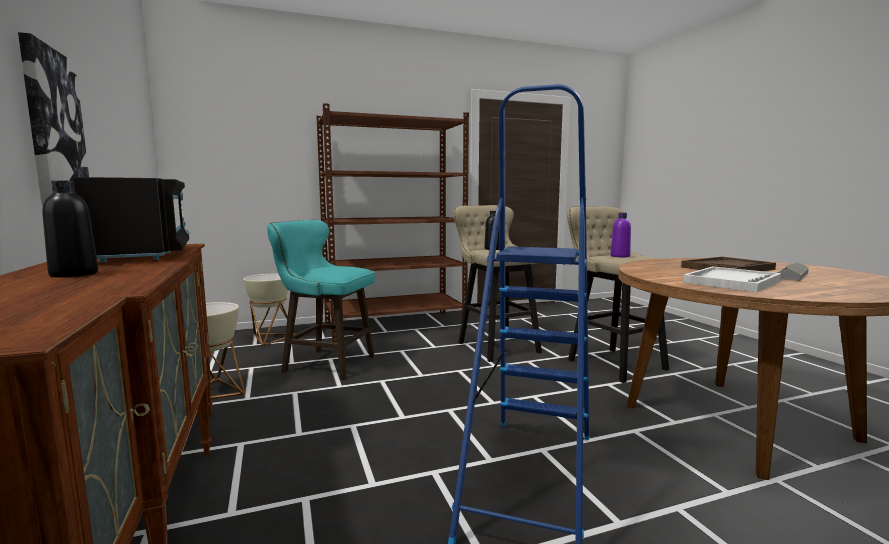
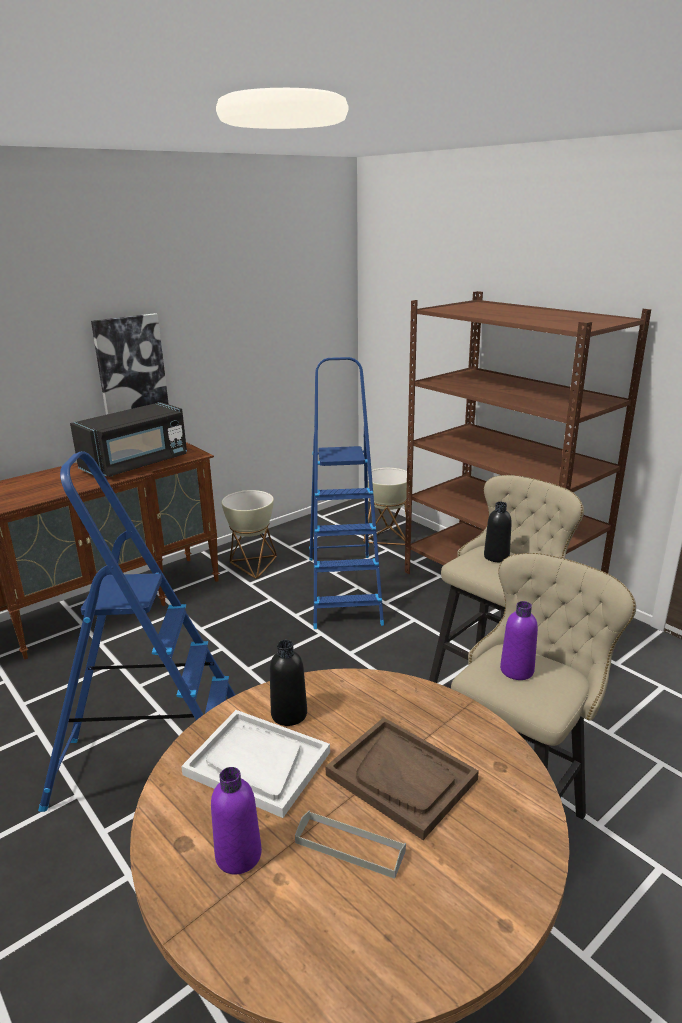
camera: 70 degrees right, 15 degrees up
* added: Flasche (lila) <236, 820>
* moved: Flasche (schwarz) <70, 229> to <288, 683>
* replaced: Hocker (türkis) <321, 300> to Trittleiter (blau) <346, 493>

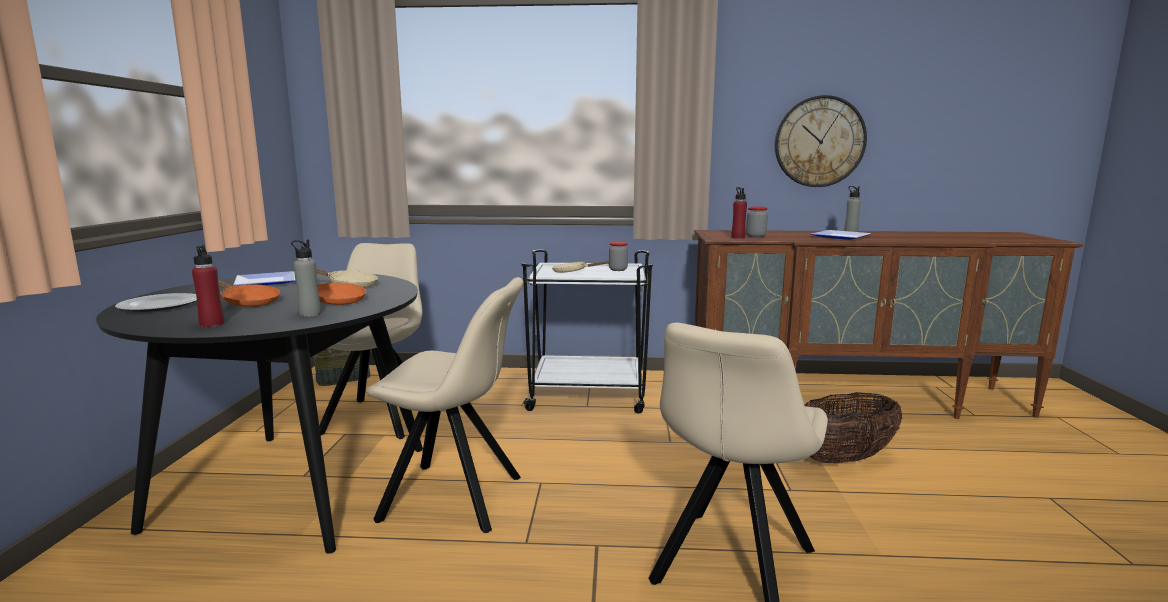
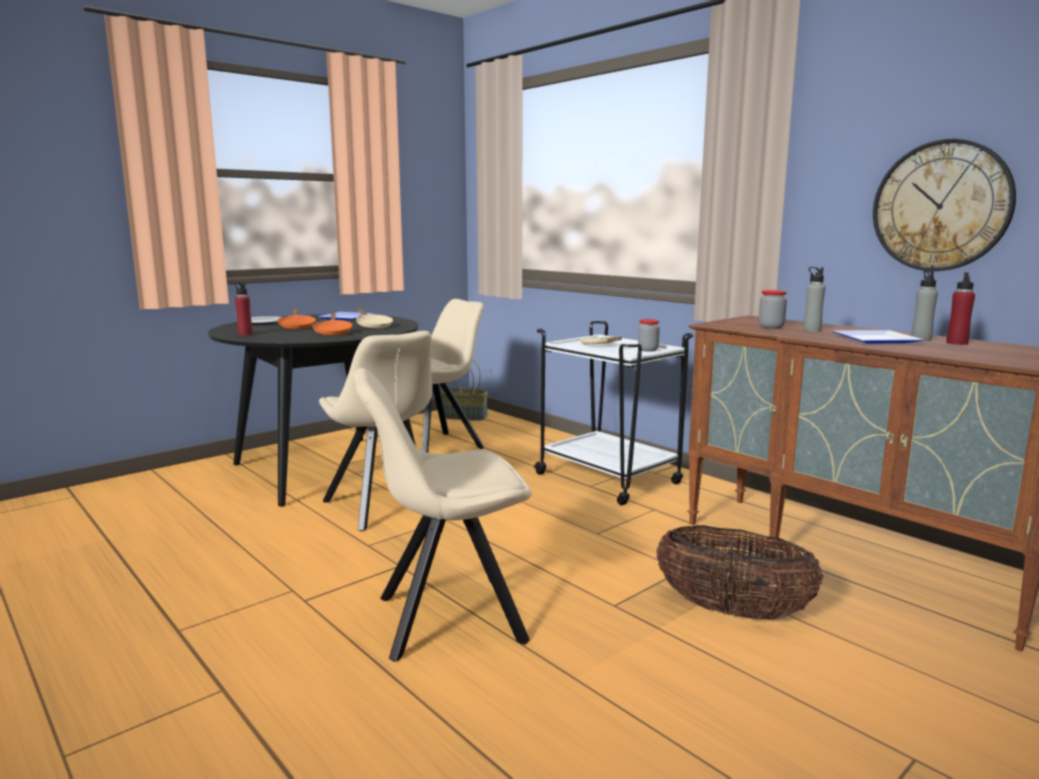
camera: 45 degrees right, 0 degrees up
* moved: Flasche (grau) <306, 278> to <814, 299>
* moved: Flasche (rot) <739, 213> to <960, 308>

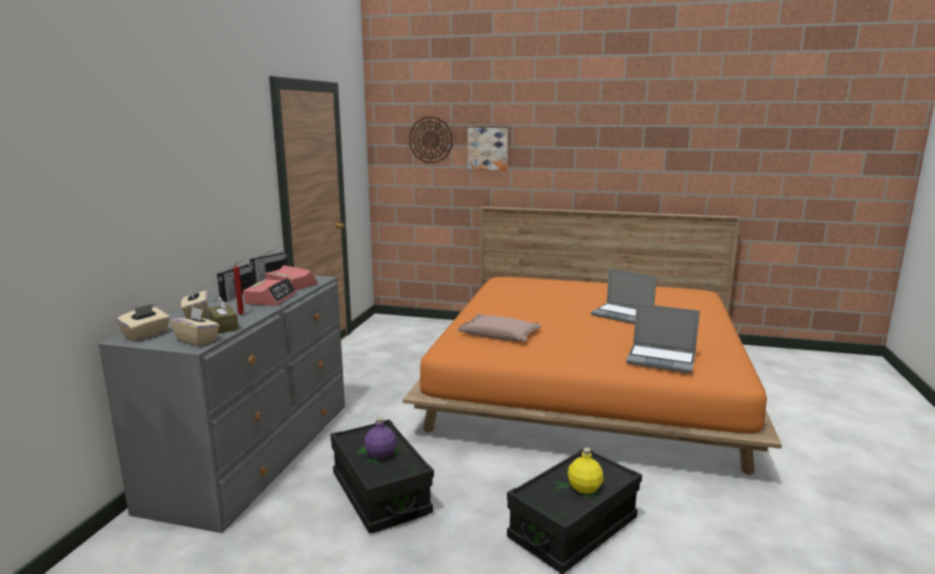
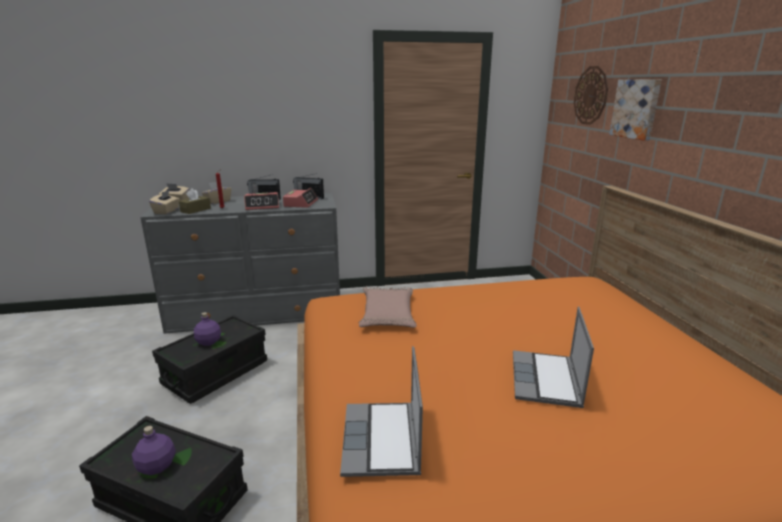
camera: 65 degrees right, 5 degrees up
* recoloured: Flasche (gelb) <585, 471> to Flasche (lila) <154, 450>

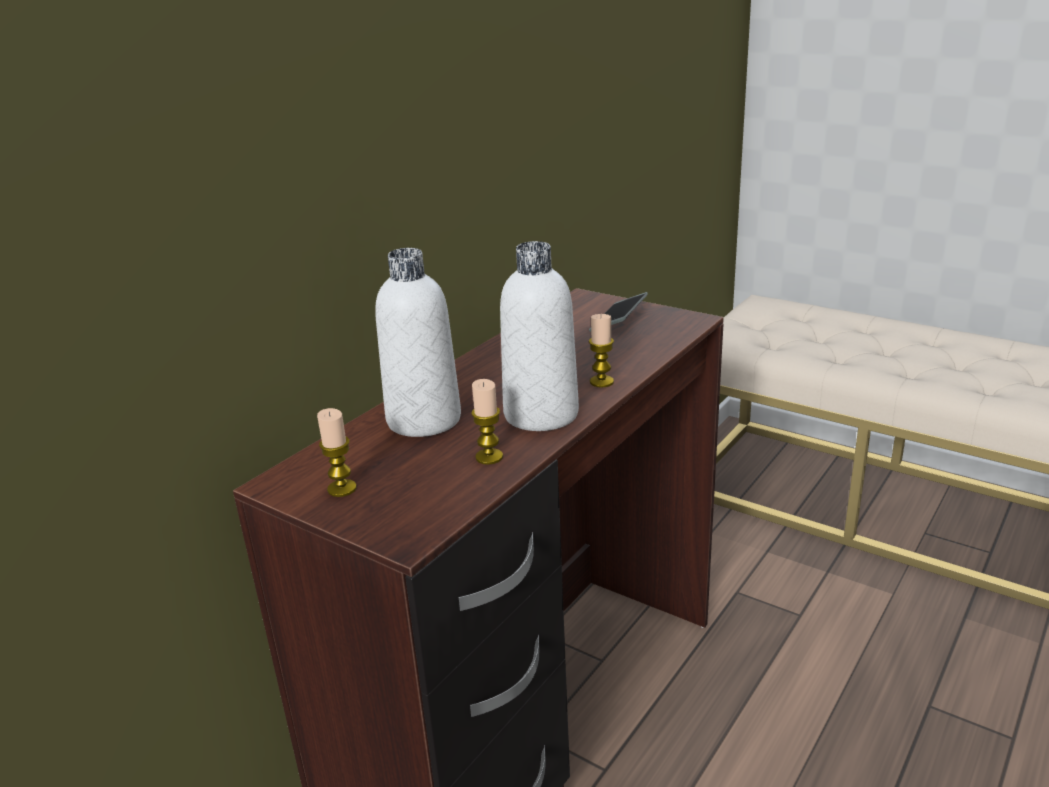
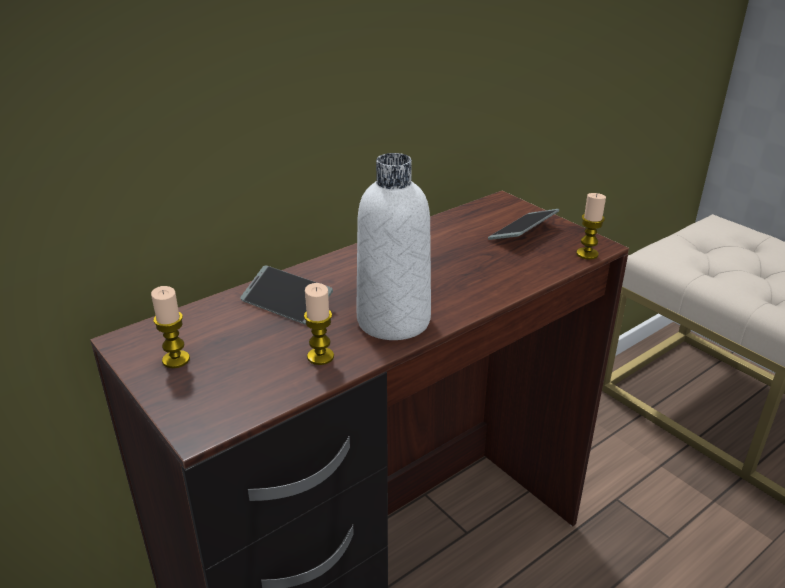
camera: 15 degrees right, 5 degrees up
* moved: Kerze <601, 351> to <591, 226>
* replaced: Flasche (weiß) <418, 342> to Handy <286, 295>

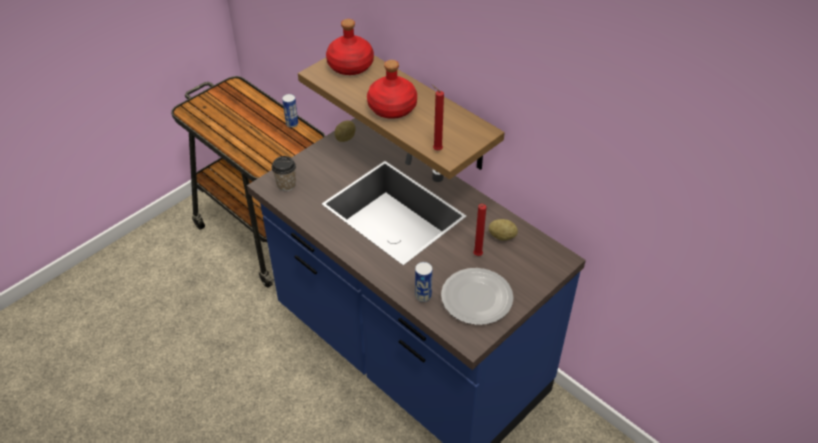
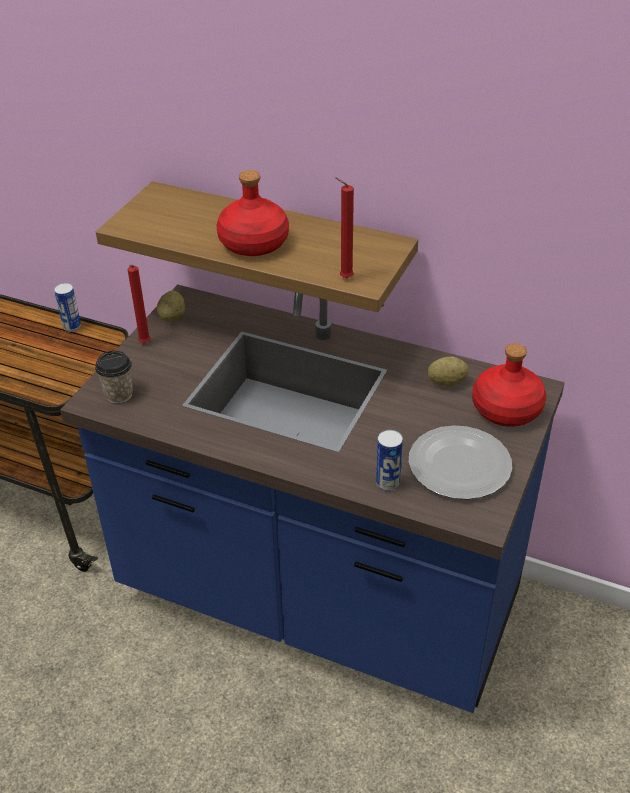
camera: 20 degrees left, 5 degrees down
* moved: Flasche (rot) <350, 47> to <509, 385>
* moved: Kerze (rot) <480, 230> to <139, 304>

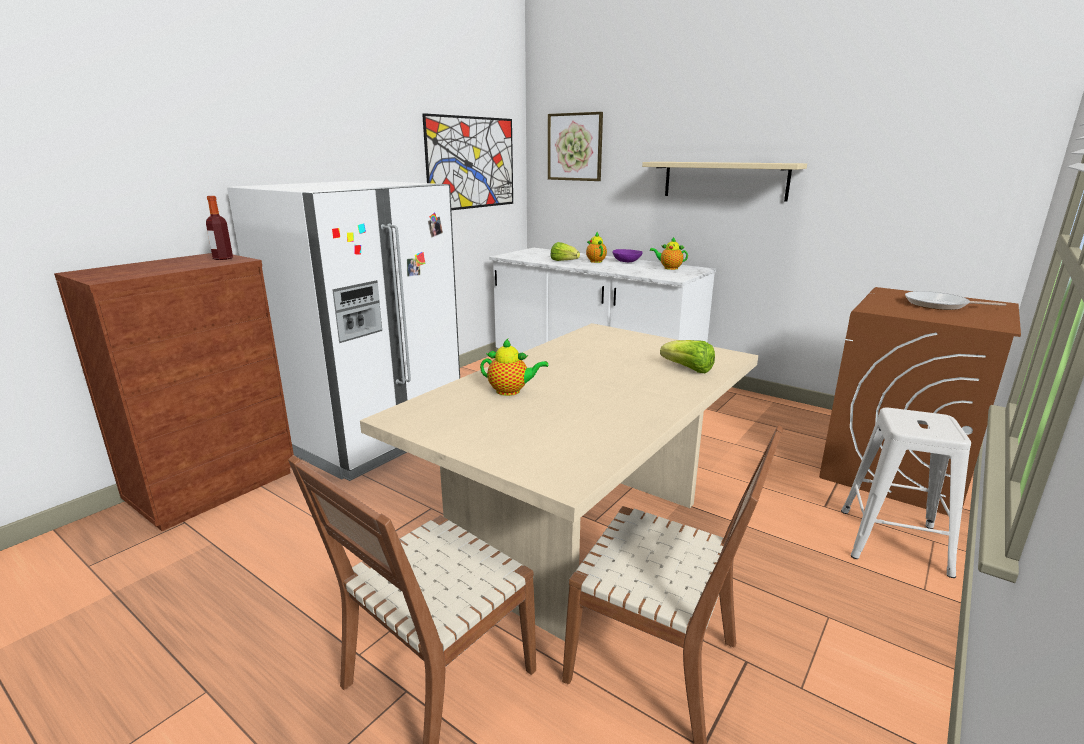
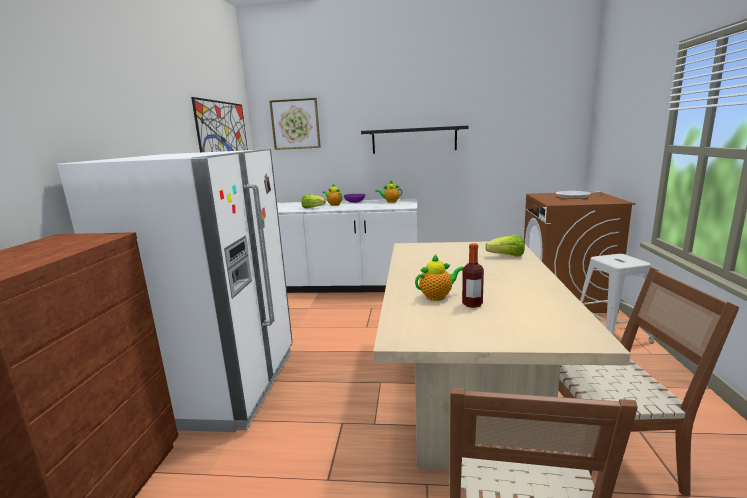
camera: 30 degrees left, 5 degrees down
* moved: Flasche <219, 228> to <473, 275>
* recoloured: Wandregal (beige) <724, 182> to Wandregal (schwarz) <414, 140>

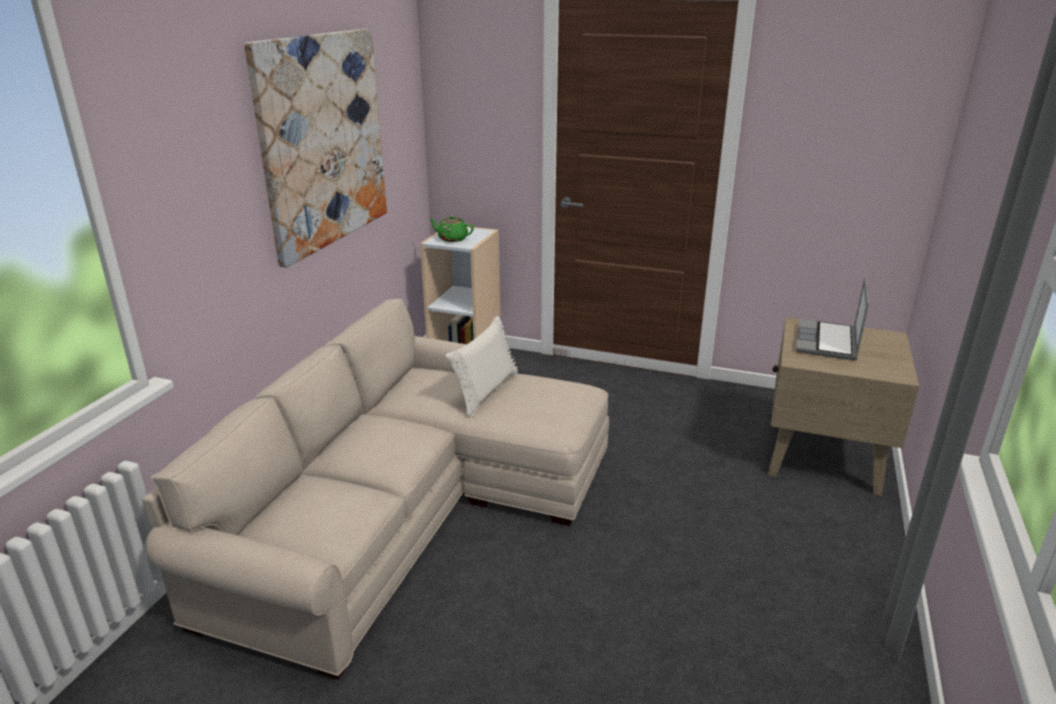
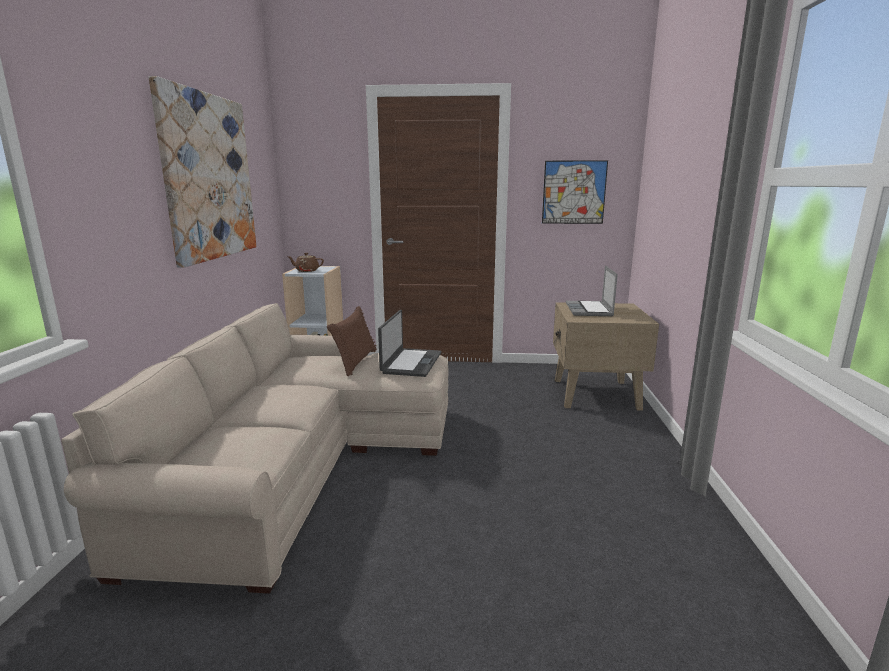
camera: 15 degrees left, 10 degrees down
* added: Laptop <410, 343>
* added: Bild <575, 192>
* recoloured: Teekanne (grün) <451, 229> to Teekanne (braun) <305, 262>
* recoloured: Kissen (weiß) <481, 366> to Kissen (braun) <352, 341>

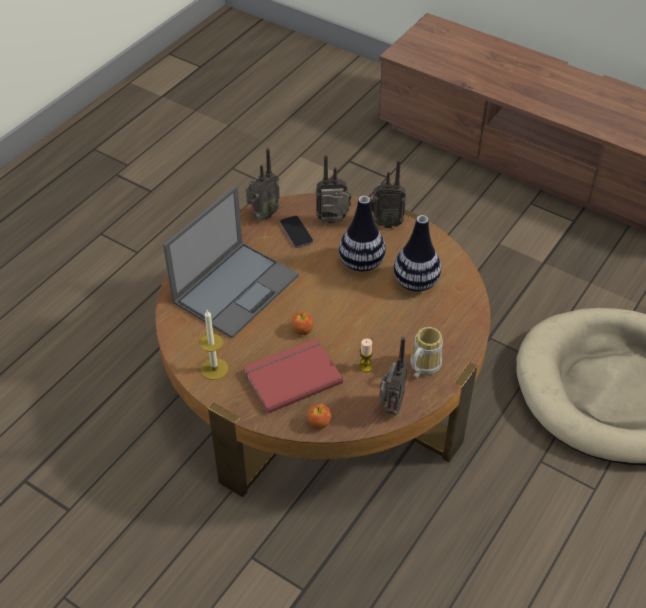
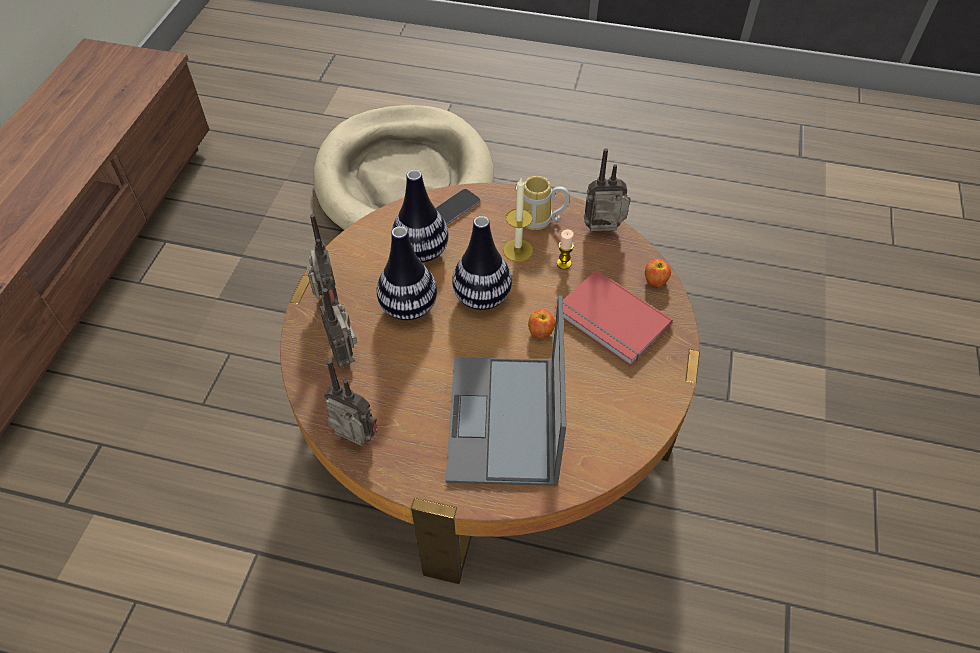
camera: 110 degrees left, 5 degrees up
* added: Vase <482, 263>
* moved: Kerze <213, 345> to <518, 220>
* moved: Handy <296, 231> to <458, 207>
* turned: Laptop <231, 261> = <506, 390> 105 degrees counterclockwise

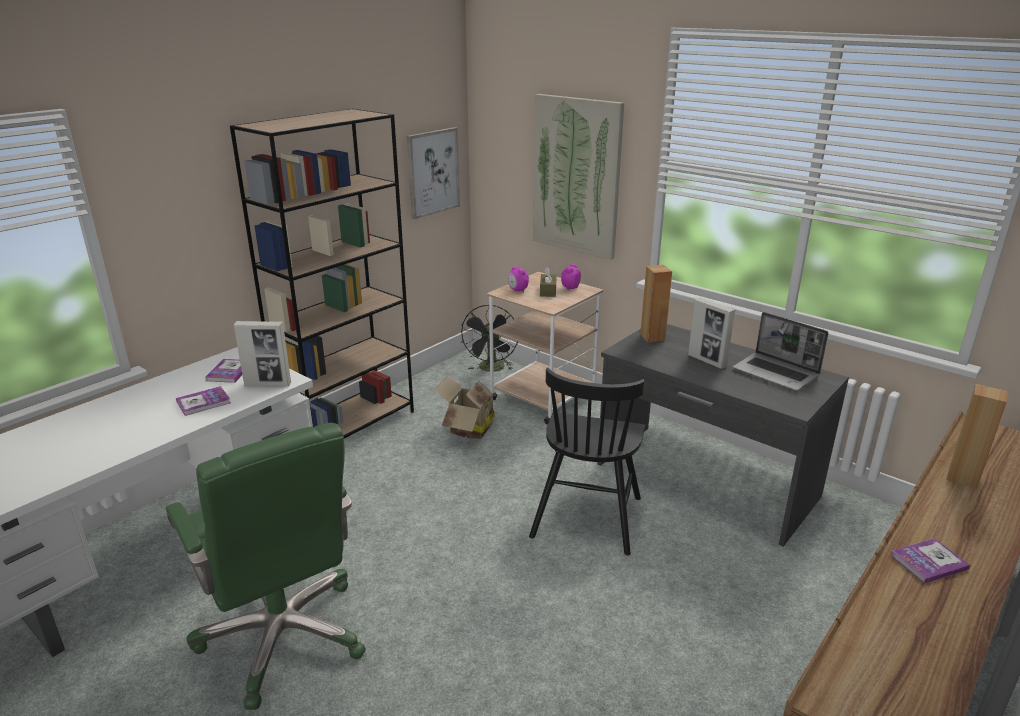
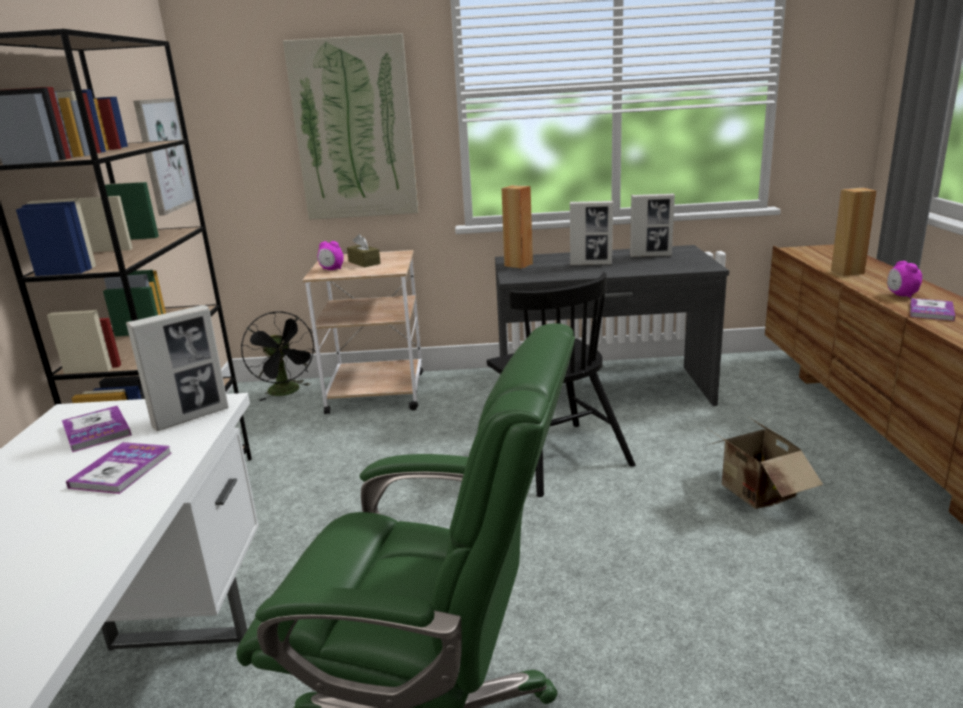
camera: 40 degrees left, 5 degrees down
* moved: Karton <466, 407> to <765, 463>
* moved: Wecker <571, 277> to <904, 279>
* replaced: Laptop <780, 351> to Bilderrahmen <652, 225>

